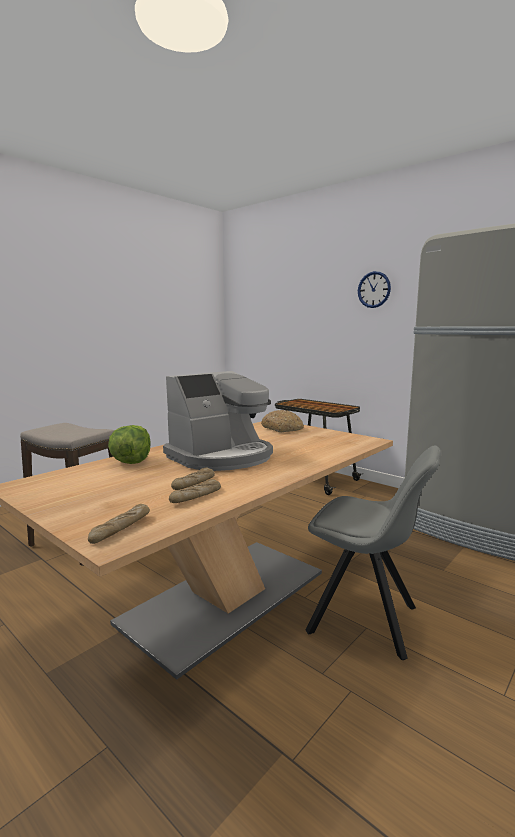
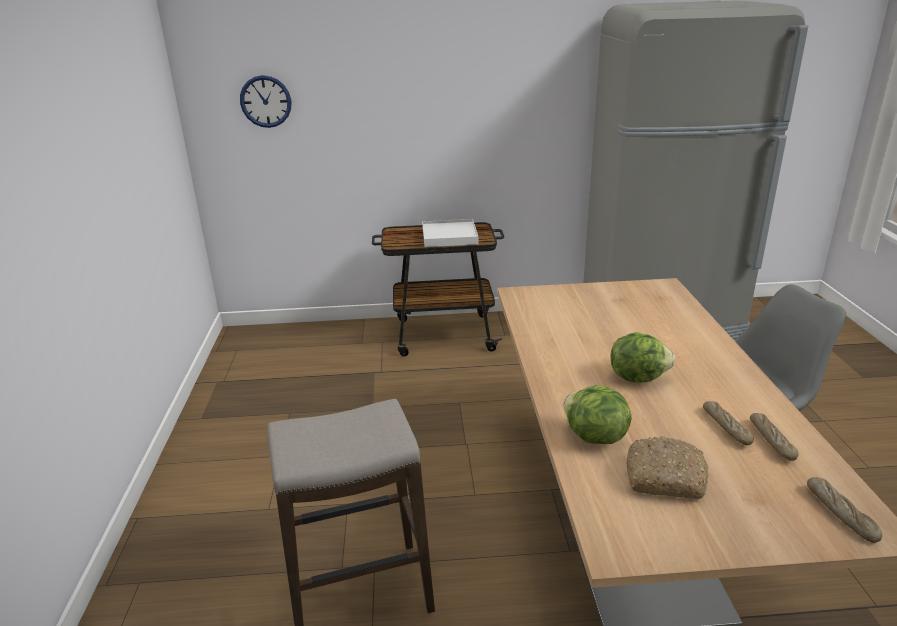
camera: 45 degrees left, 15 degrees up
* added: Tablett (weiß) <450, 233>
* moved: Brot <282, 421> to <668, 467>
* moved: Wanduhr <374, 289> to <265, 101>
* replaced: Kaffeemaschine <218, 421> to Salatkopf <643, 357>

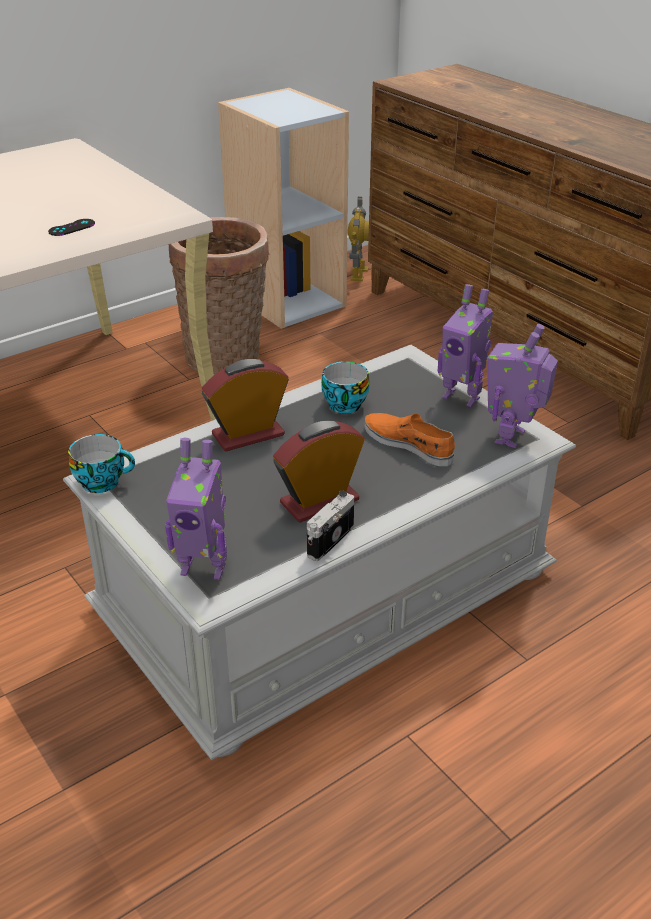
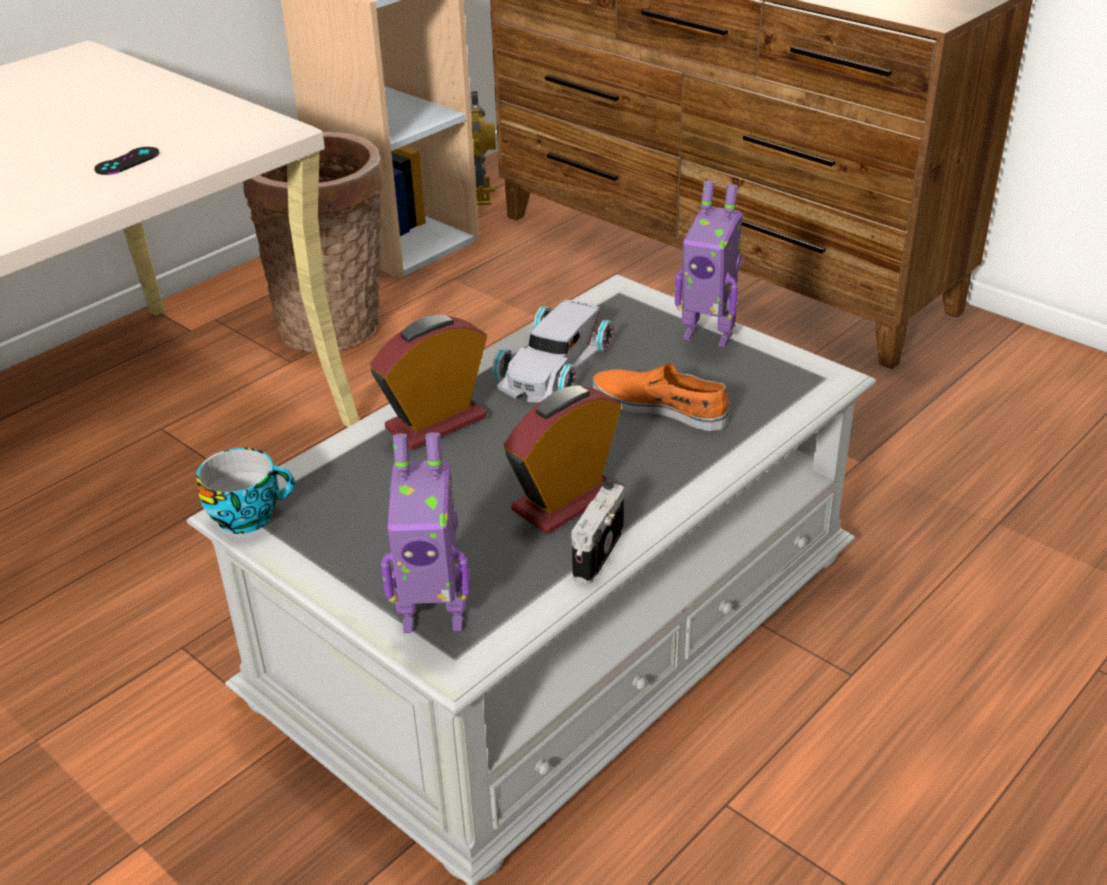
camera: 10 degrees left, 0 degrees up
* removed: Spielzeugroboter <522, 386>
* replaced: Tasse <345, 387> to Spielzeugauto (weiß) <553, 351>

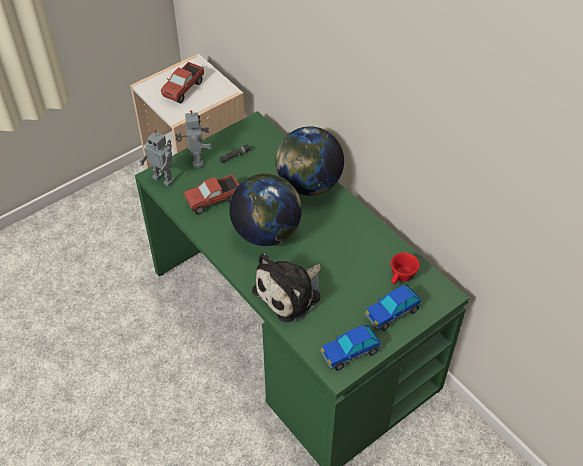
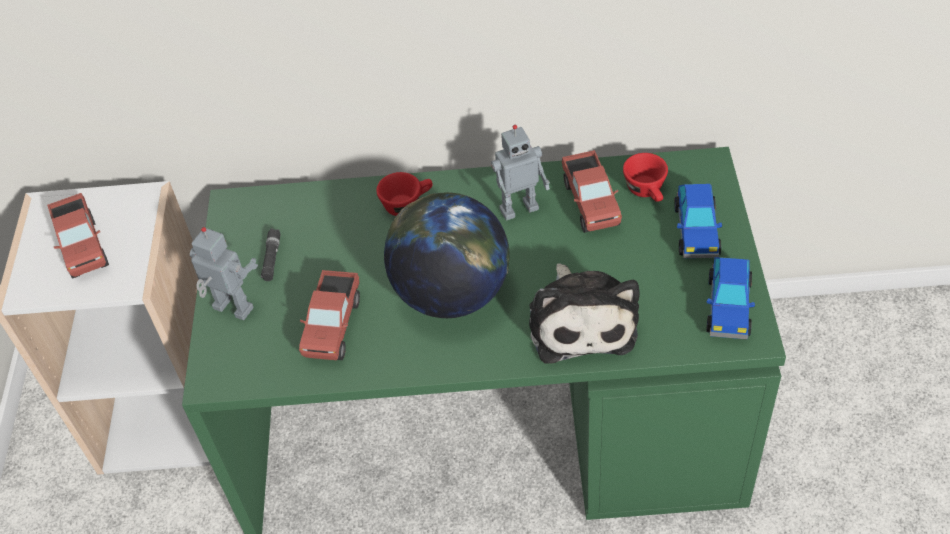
camera: 50 degrees left, 0 degrees up
* added: Spielzeuglaster <592, 191>
* moved: Spielzeugroboter <157, 158> to <520, 172>
* replaced: Globus <309, 161> to Tasse (rot) <404, 194>

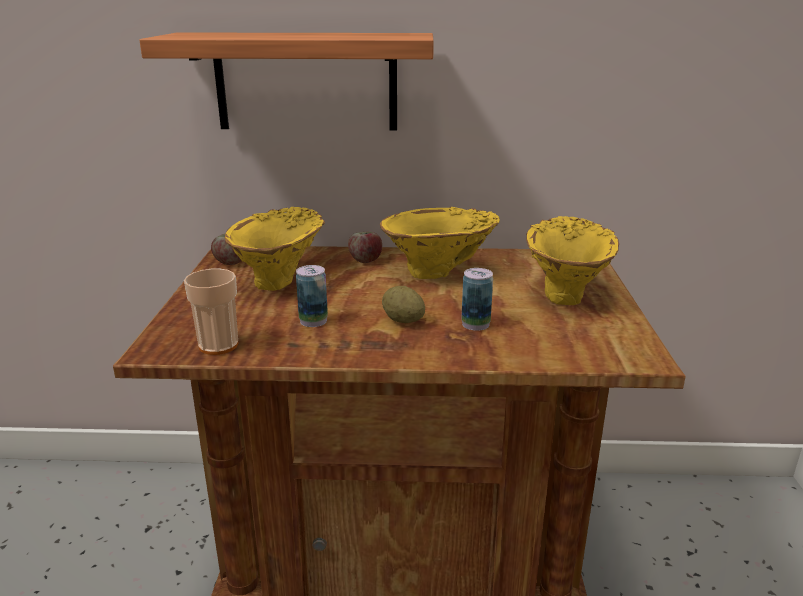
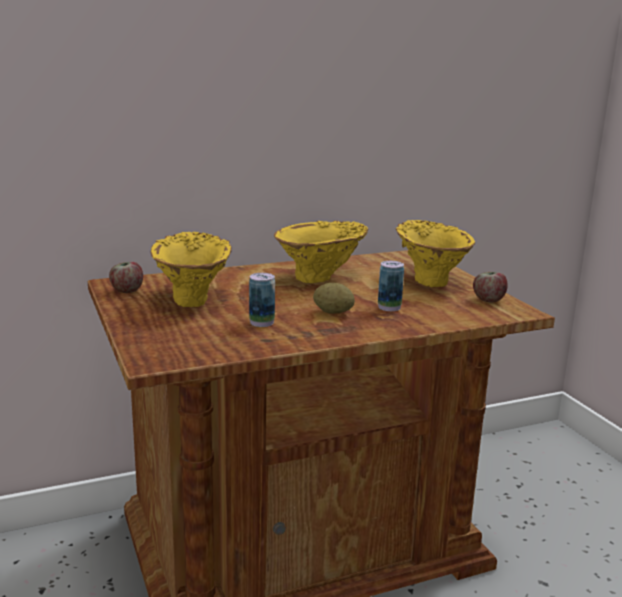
camera: 25 degrees left, 5 degrees down
* removed: Wandregal <286, 81>
* removed: Tasse <211, 312>
* moved: Apfel <365, 247> to <490, 287>

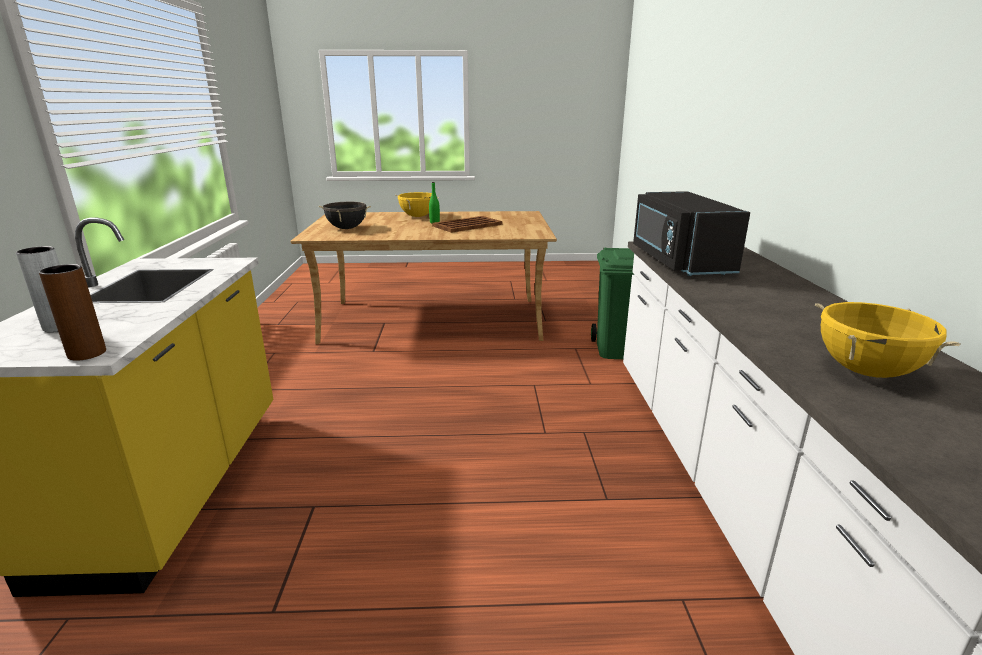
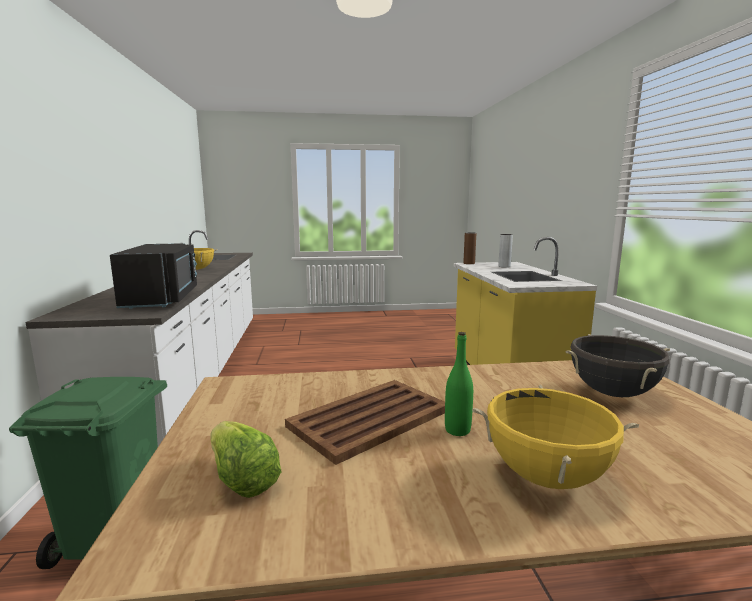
camera: 175 degrees right, 10 degrees down
* added: Salatkopf <246, 459>

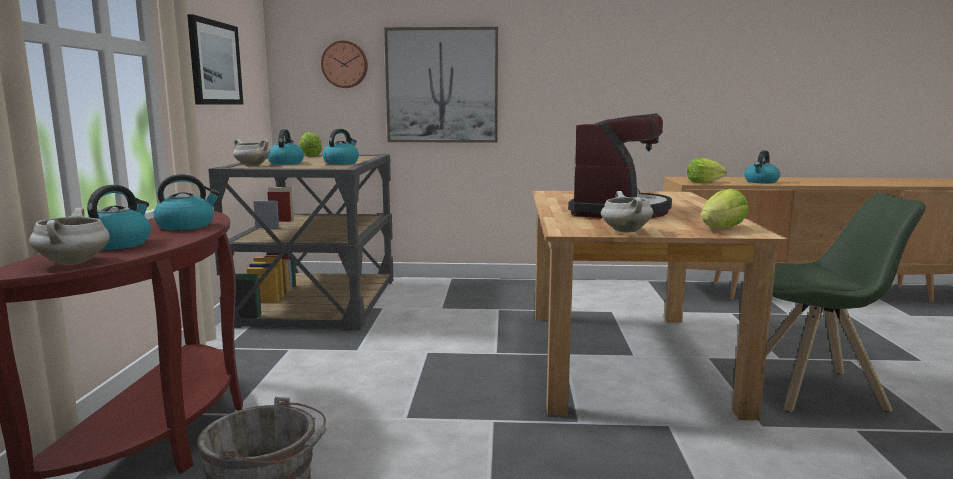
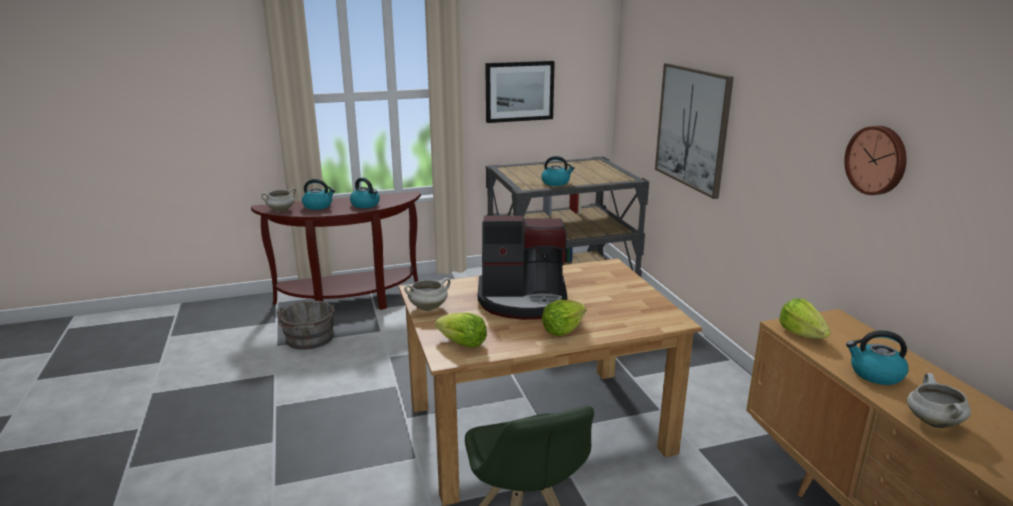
camera: 70 degrees right, 10 degrees up
* removed: Wasserkessel <285, 147>
* moved: Kochtopf (weiß) <251, 152> to <939, 400>
* moved: Salatkopf <310, 144> to <564, 318>
* moved: Wanduhr <344, 64> to <875, 160>

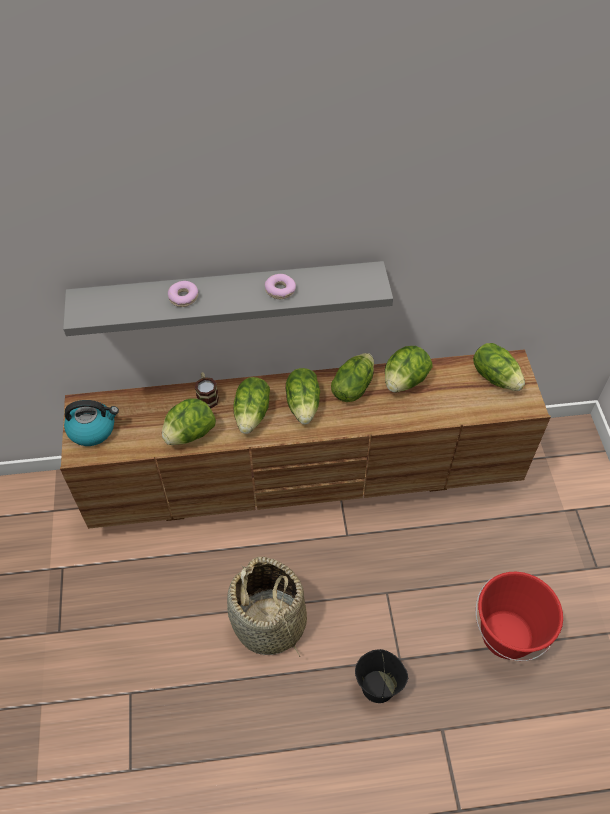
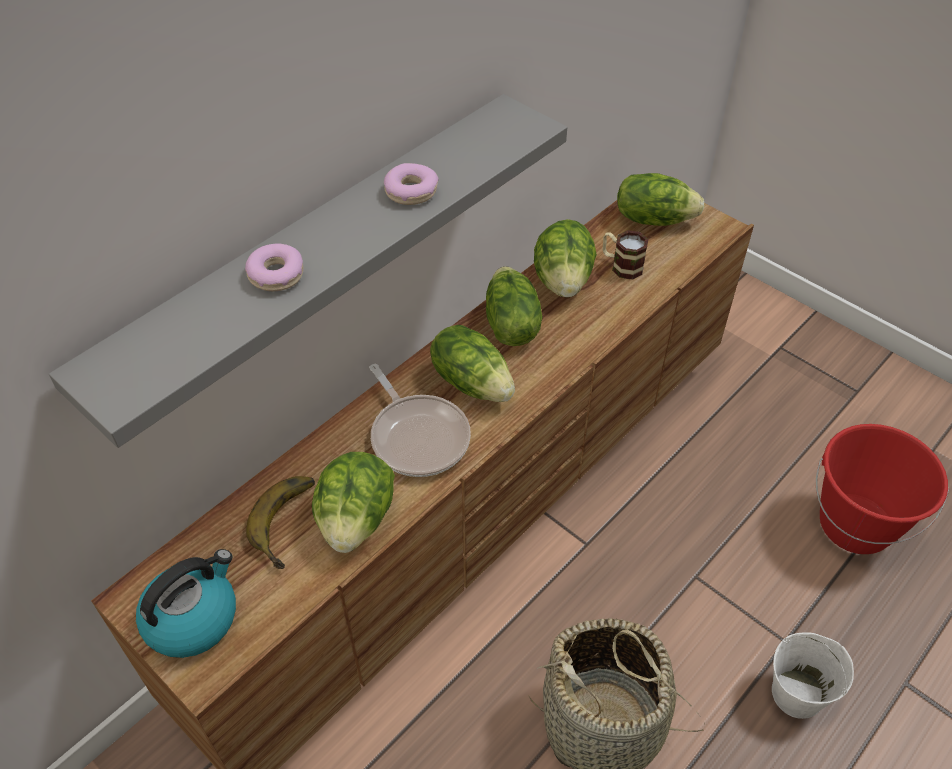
camera: 40 degrees left, 5 degrees down
* added: Banane <280, 522>
* moved: Henkelbecher <207, 390> to <625, 255>
* replaced: Salatkopf <252, 405> to Pfanne <420, 420>
* recoloured: Eimer (schwarz) <381, 676> to Eimer (weiß) <813, 675>

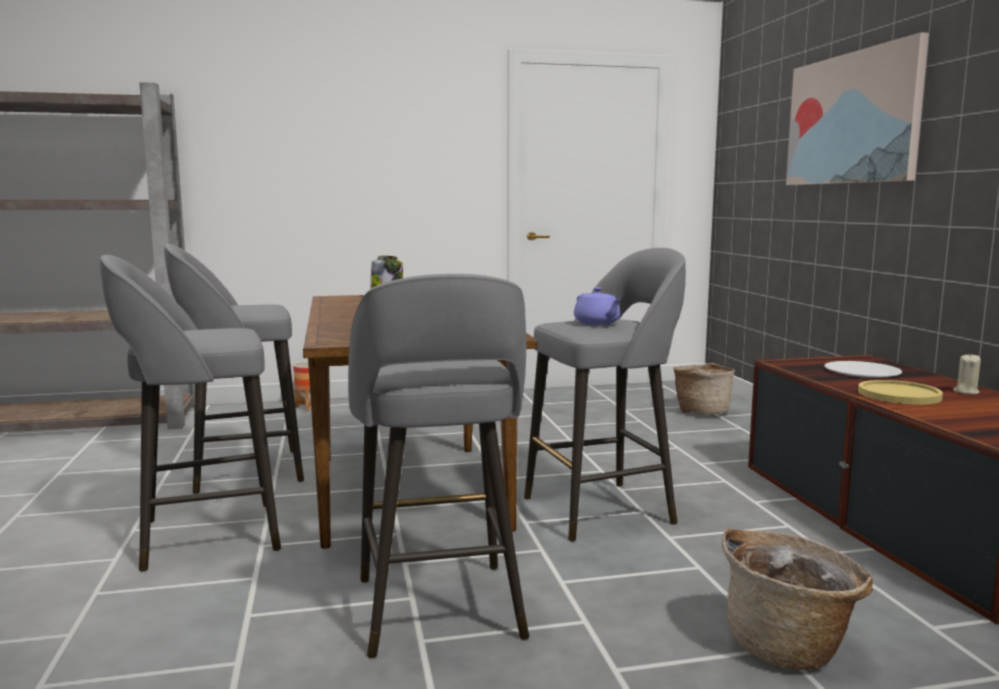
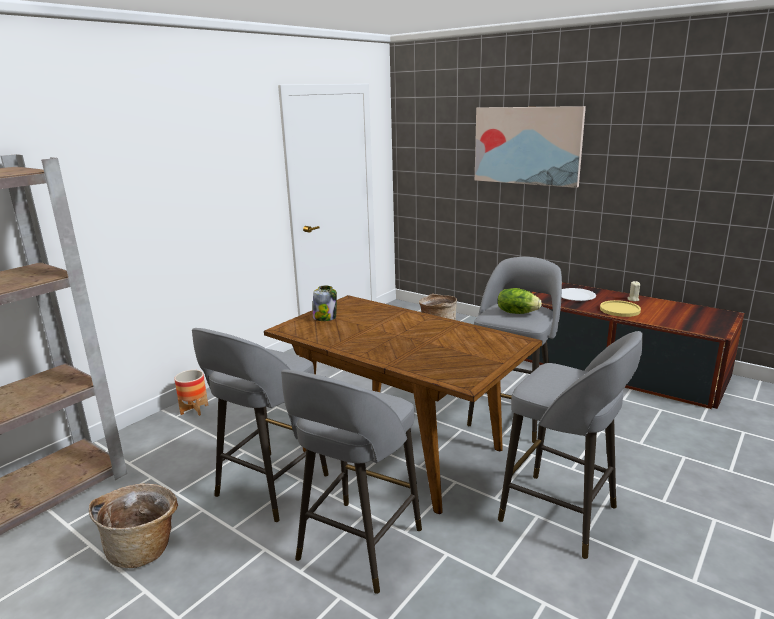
camera: 40 degrees left, 10 degrees up
* moved: Korb <797, 599> to <133, 525>
* replaced: Teekanne (lila) <597, 306> to Salatkopf <520, 301>

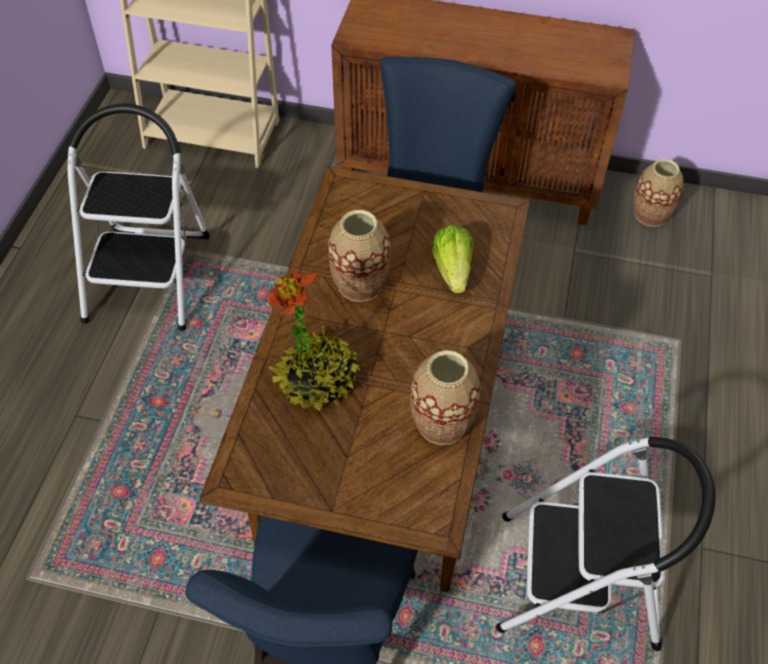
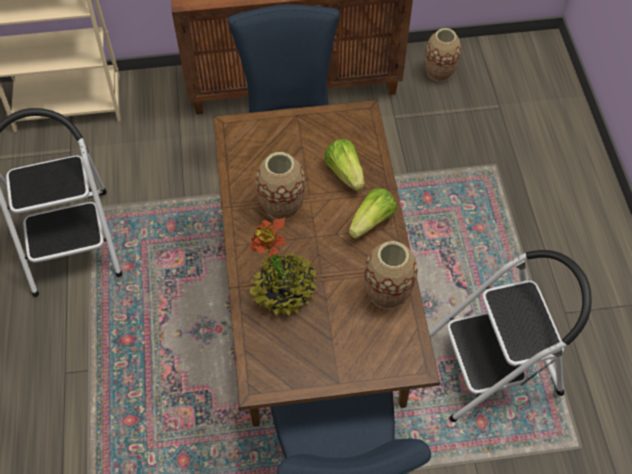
camera: 20 degrees left, 5 degrees up
* added: Salatkopf <373, 213>

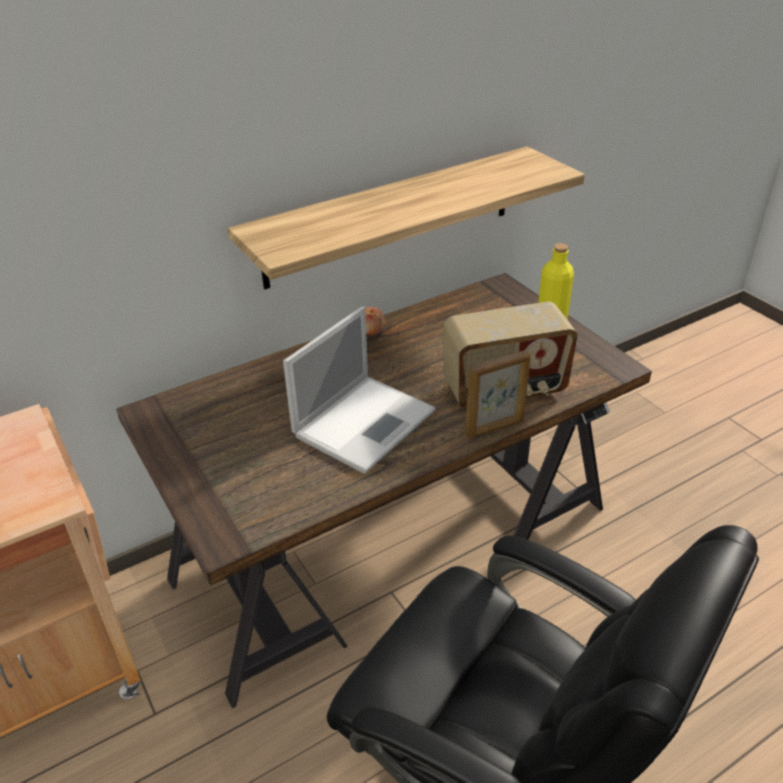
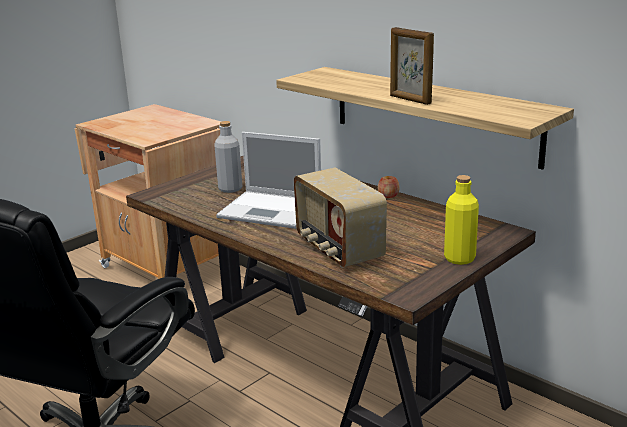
camera: 75 degrees right, 15 degrees down
* added: Flasche (grau) <228, 157>
* moved: Bilderrahmen <498, 394> to <412, 66>

